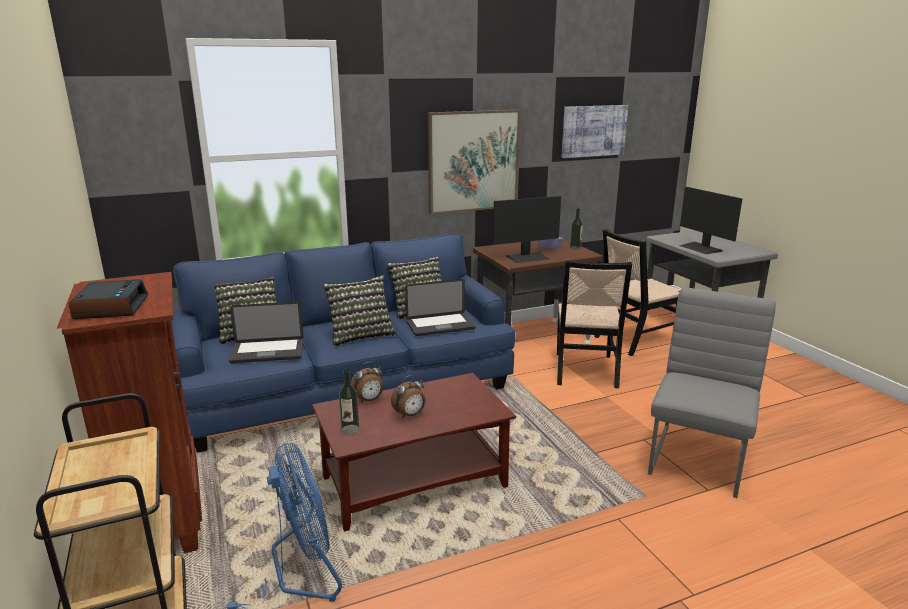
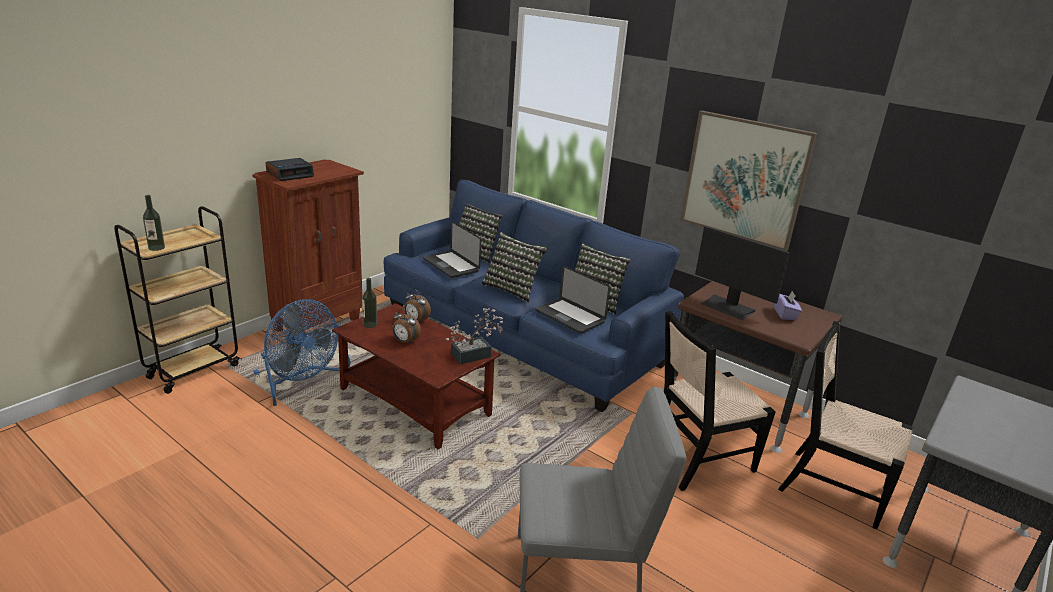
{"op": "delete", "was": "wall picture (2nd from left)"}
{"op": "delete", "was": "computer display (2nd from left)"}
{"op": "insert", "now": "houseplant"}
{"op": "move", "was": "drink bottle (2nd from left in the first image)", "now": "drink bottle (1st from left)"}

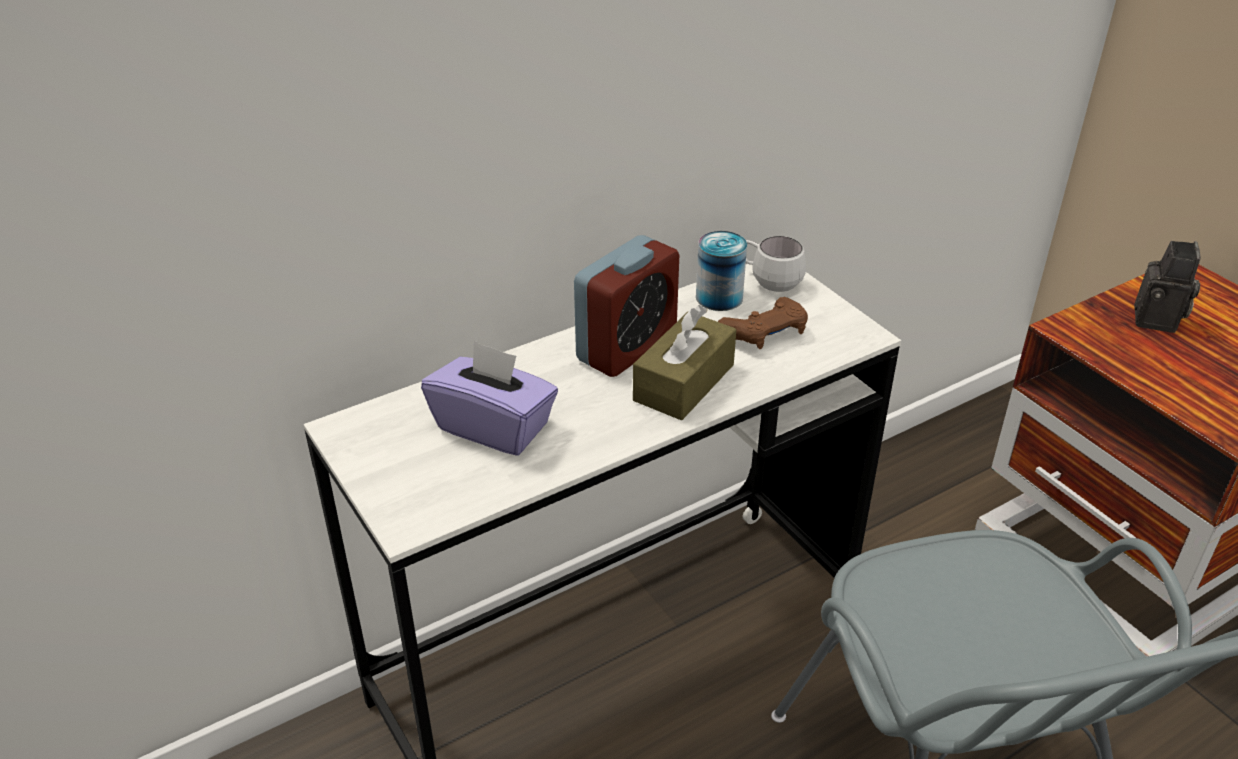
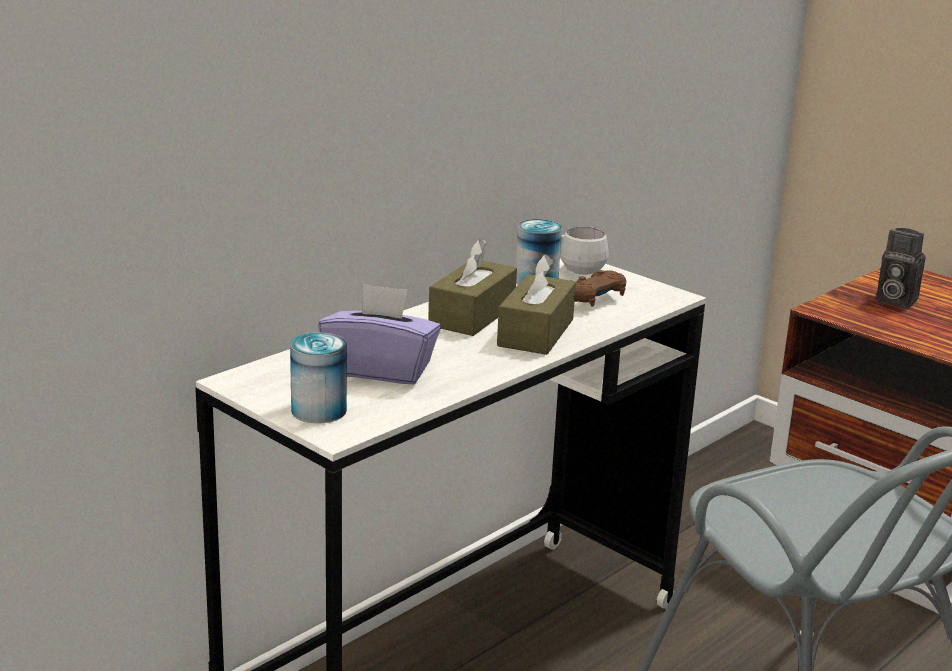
{"op": "insert", "now": "metal can (1st from left)"}
{"op": "replace", "was": "bedside clock", "now": "box of tissues in brownish (1st from left)"}
{"op": "rotate", "was": "photo camera", "clockwise": 120}

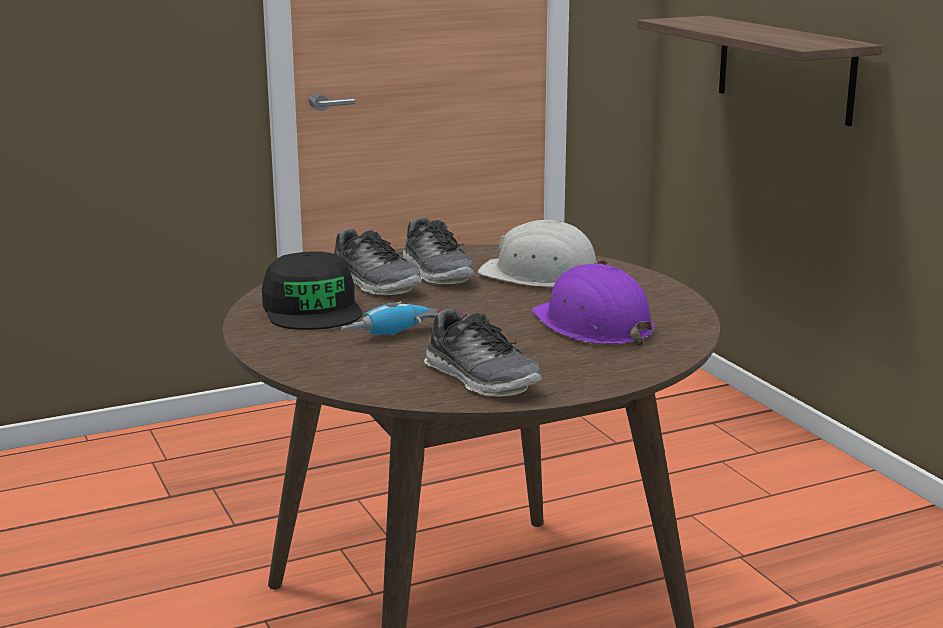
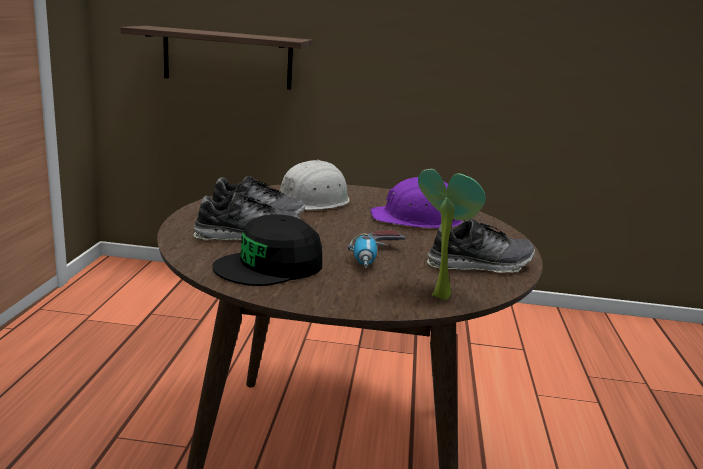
{"op": "insert", "now": "houseplant"}
{"op": "rotate", "was": "cap in black", "clockwise": 135}

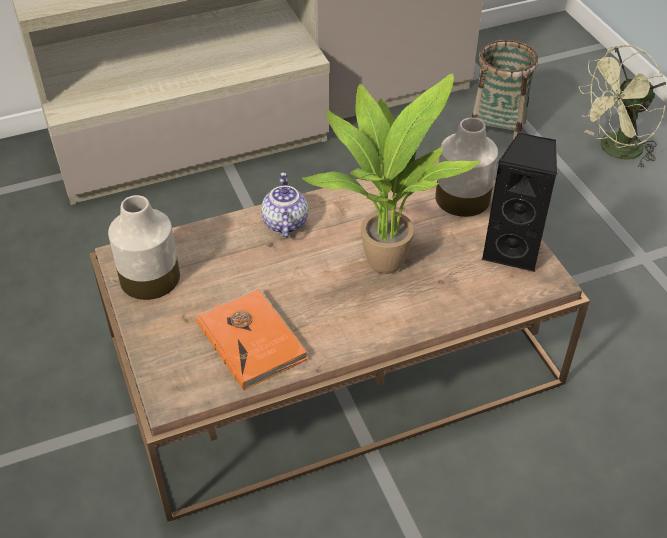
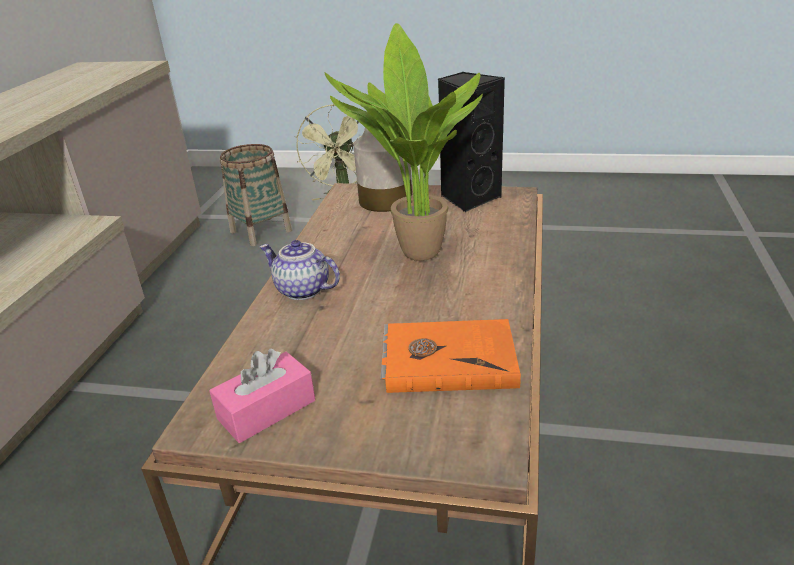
{"op": "replace", "was": "decorative vase in beige-coloured (1st from left)", "now": "box of tissues in pink-coloured"}

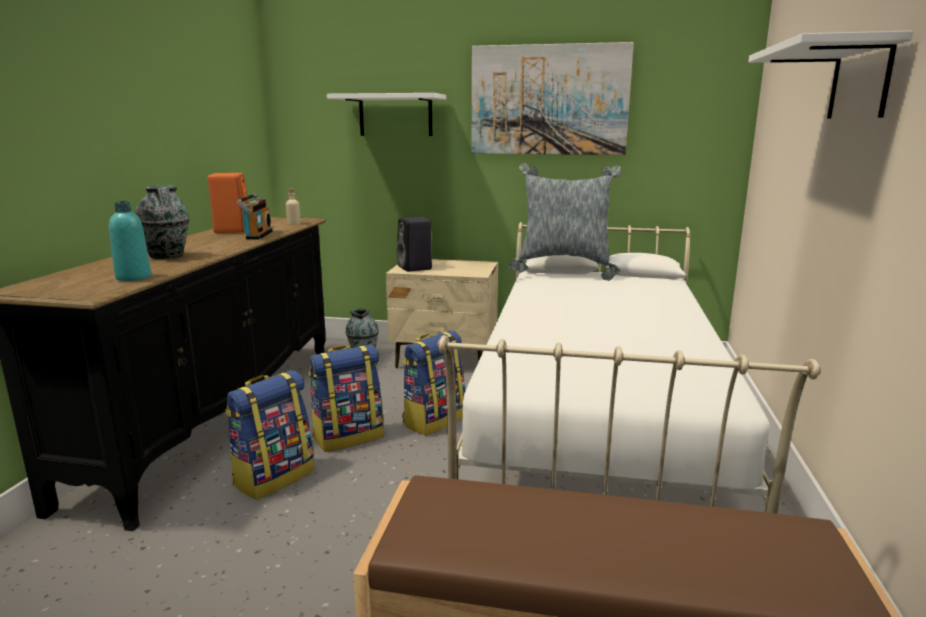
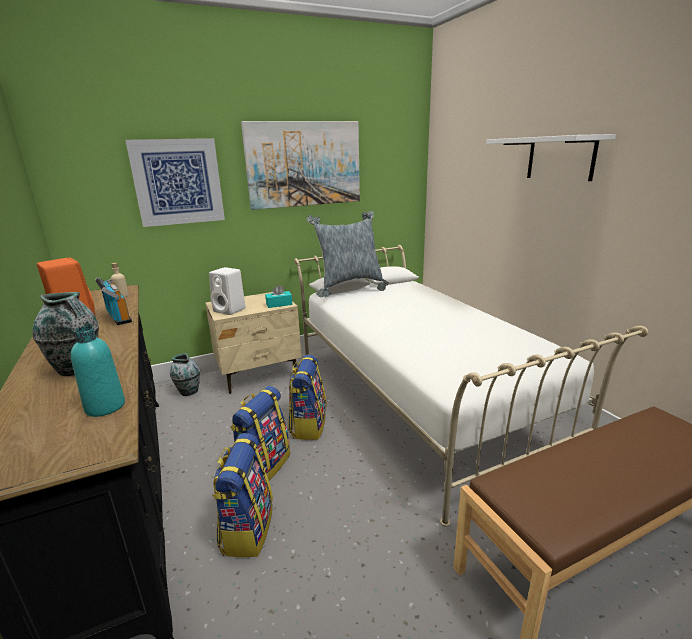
{"op": "insert", "now": "box of tissues in turquoise-coloured"}
{"op": "replace", "was": "shelf in white (1st from left)", "now": "wall picture (1st from left)"}
{"op": "recolor", "was": "loudspeaker in black", "now": "loudspeaker in white"}

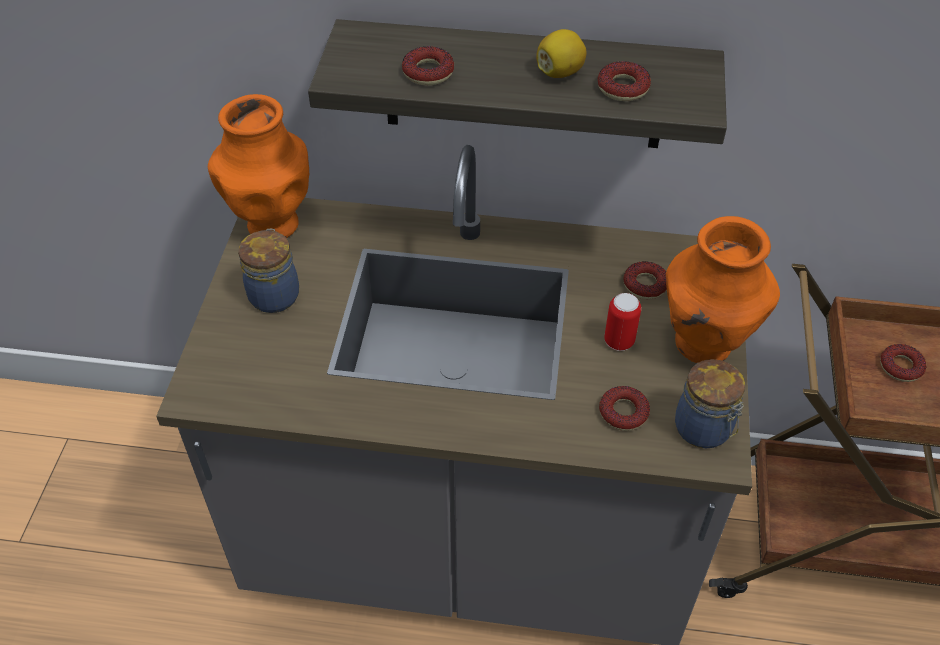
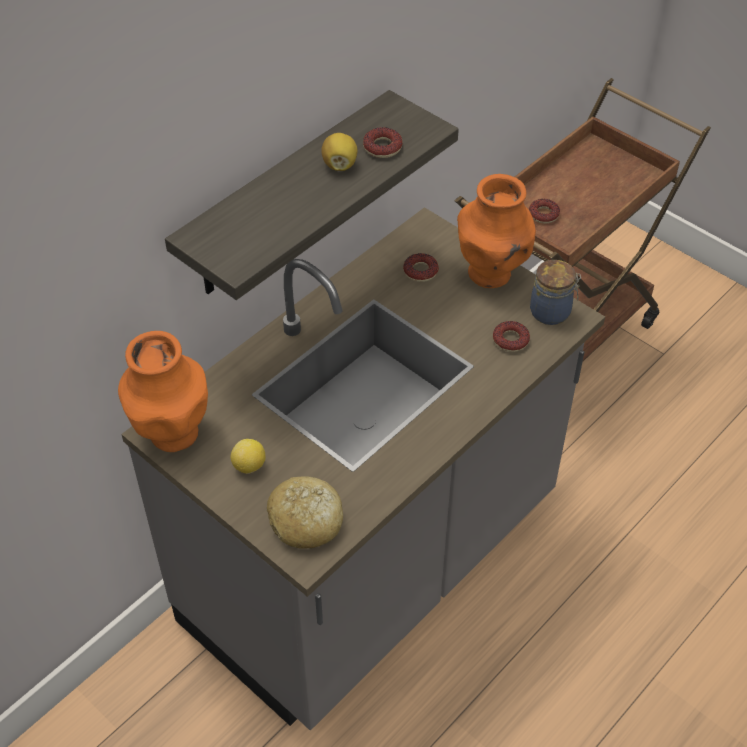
{"op": "delete", "was": "donut (1st from left)"}
{"op": "delete", "was": "metal can"}
{"op": "insert", "now": "baked bread"}
{"op": "replace", "was": "storage jar (1st from left)", "now": "citrus fruit (1st from left)"}

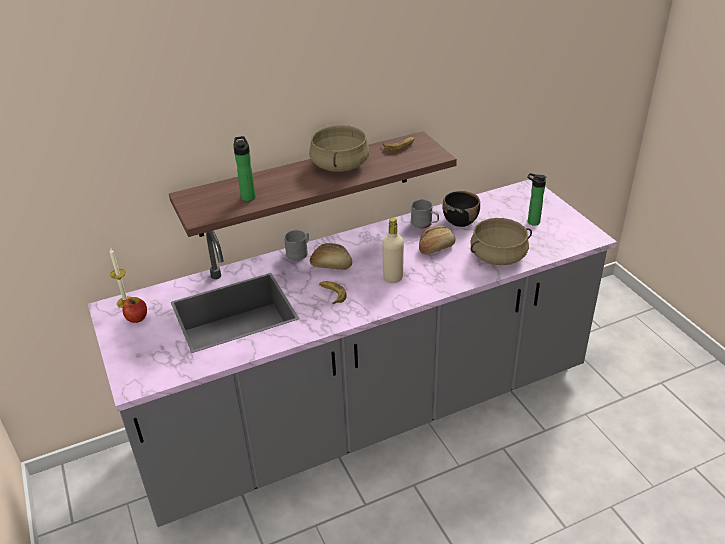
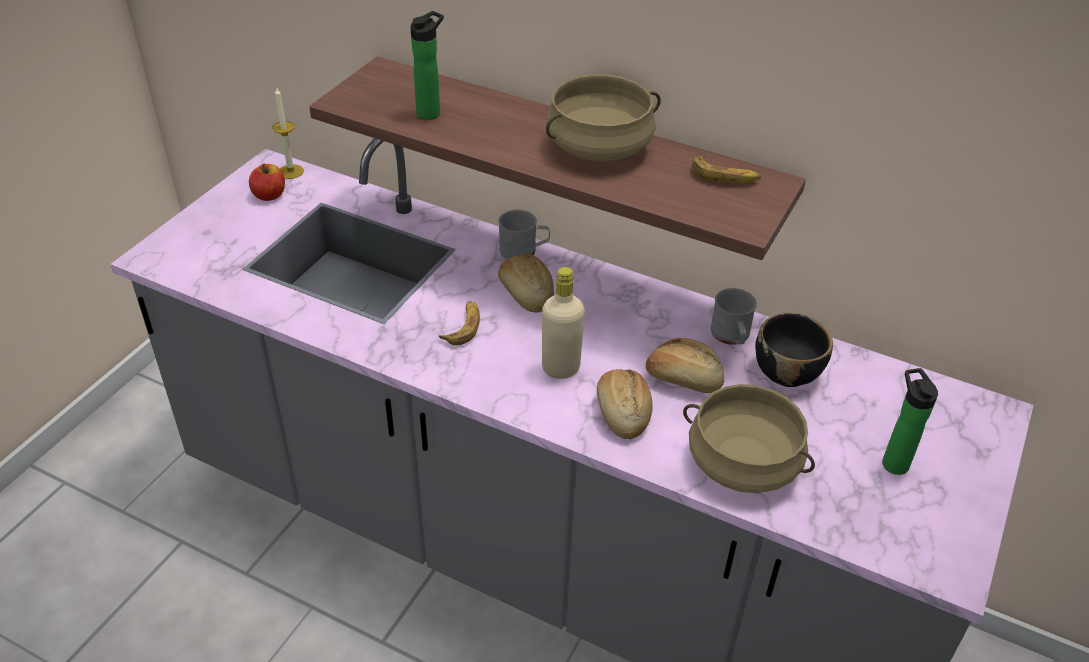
{"op": "insert", "now": "baked bread (2nd from left)"}

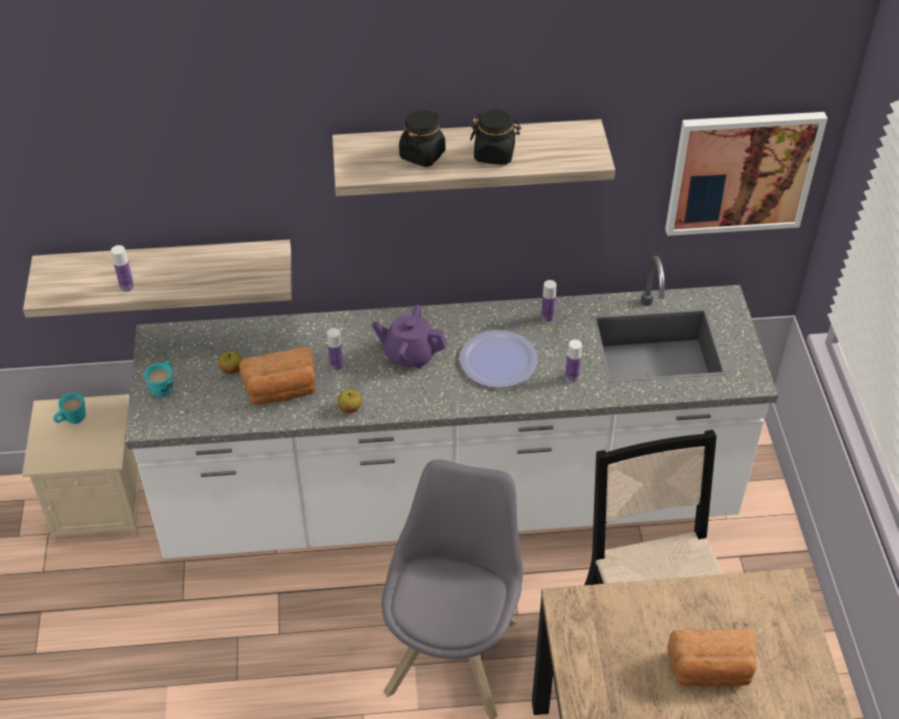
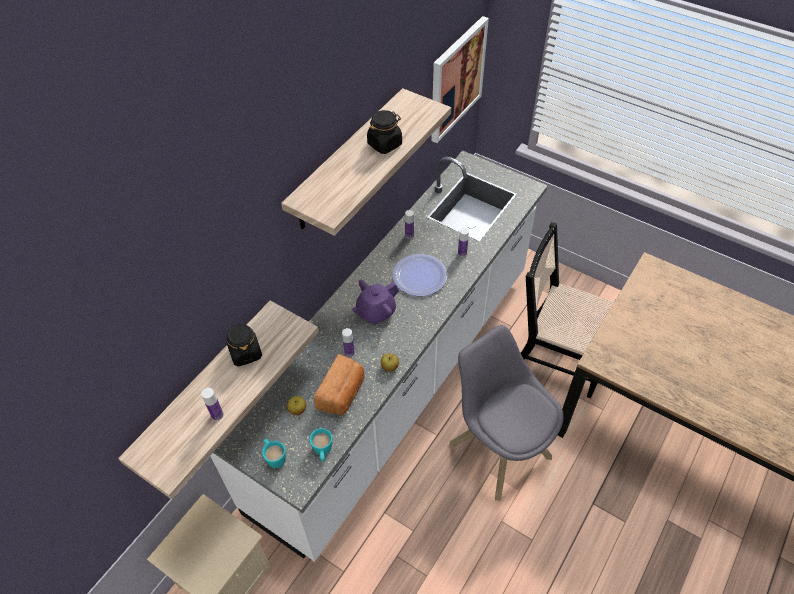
{"op": "delete", "was": "baked bread (2nd from left)"}
{"op": "move", "was": "tea mug in turquoise-coloured (1st from left in the first image)", "now": "tea mug in turquoise-coloured (2nd from left)"}
{"op": "move", "was": "storage jar in black (1st from left)"}

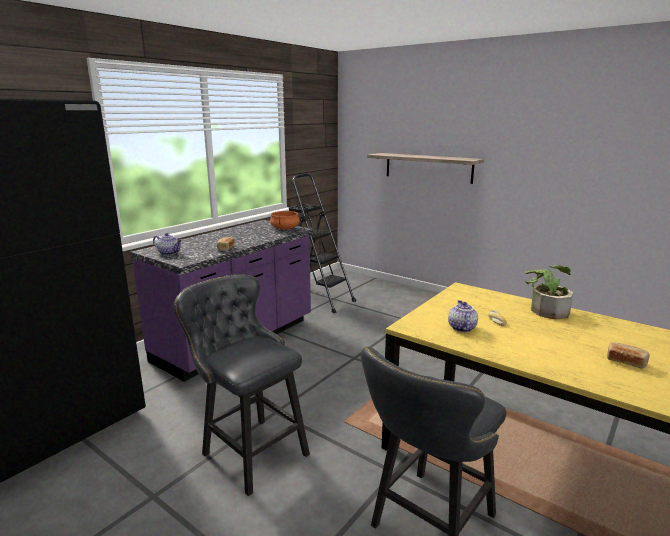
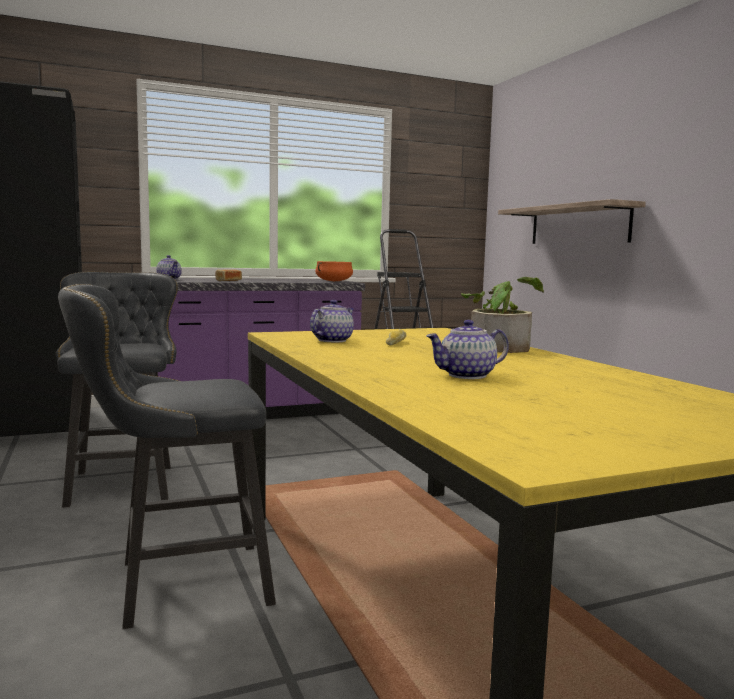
{"op": "replace", "was": "baked bread (3rd from left)", "now": "teapot (3rd from left)"}

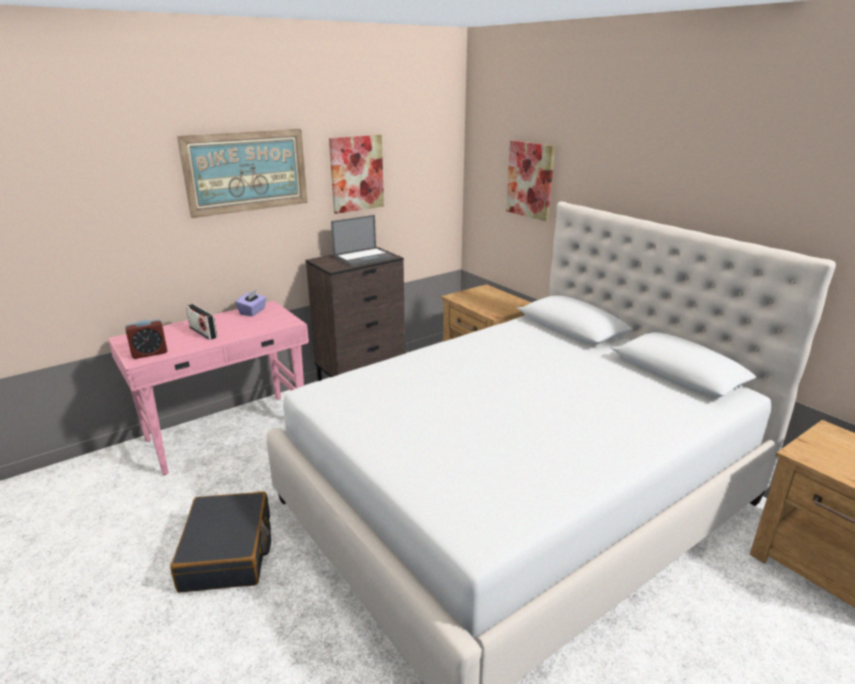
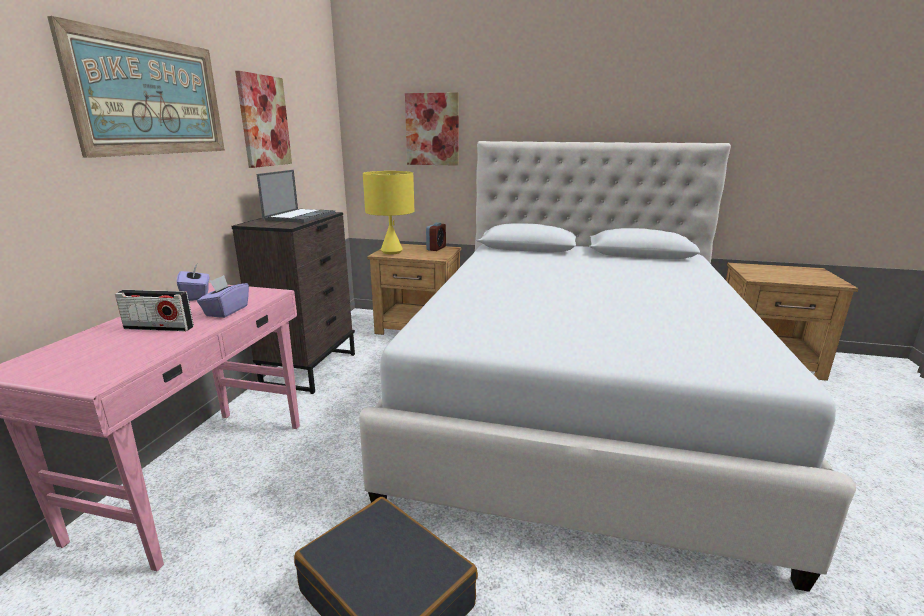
{"op": "insert", "now": "box of tissues in purple-coloured (2nd from left)"}
{"op": "insert", "now": "table lamp in yellowish"}
{"op": "move", "was": "bedside clock"}

